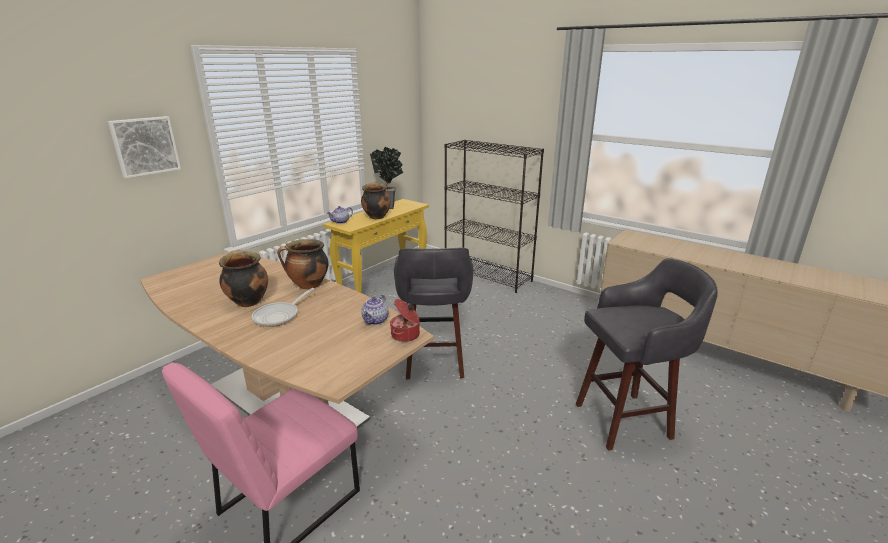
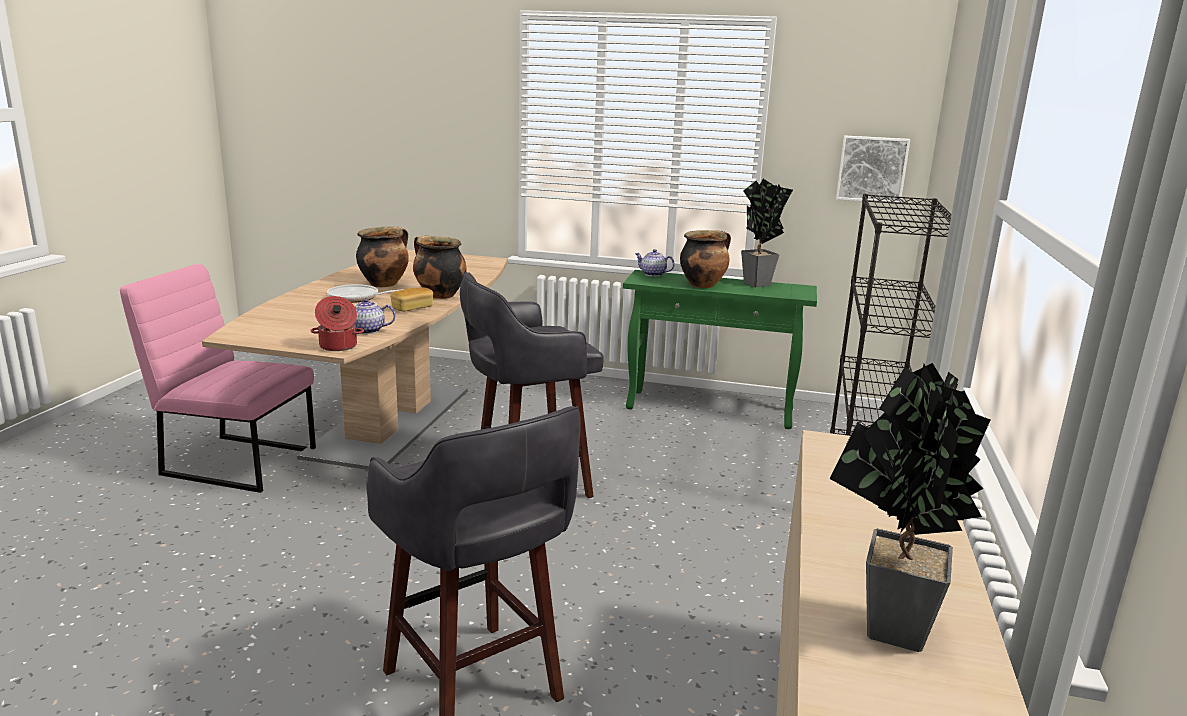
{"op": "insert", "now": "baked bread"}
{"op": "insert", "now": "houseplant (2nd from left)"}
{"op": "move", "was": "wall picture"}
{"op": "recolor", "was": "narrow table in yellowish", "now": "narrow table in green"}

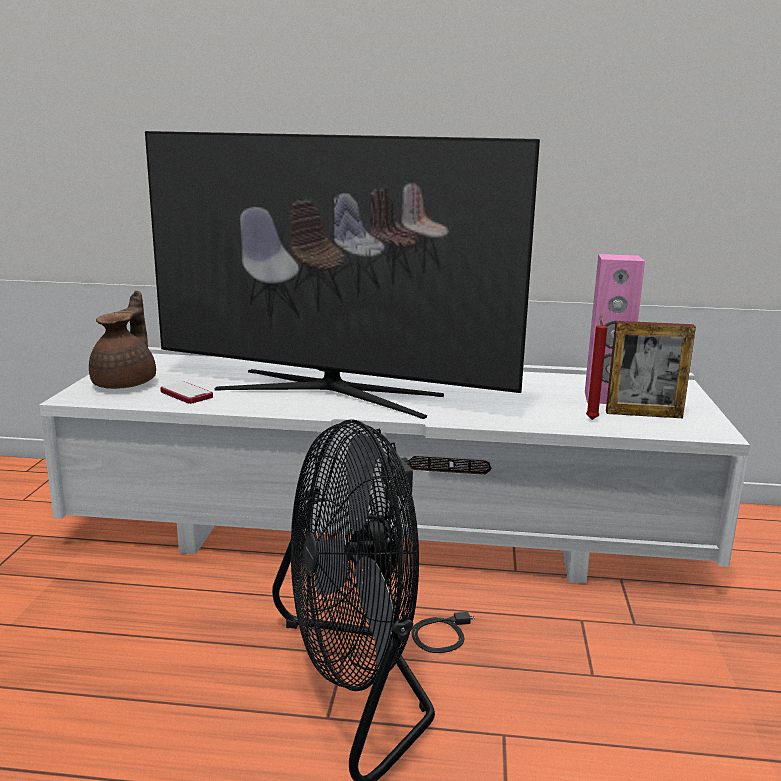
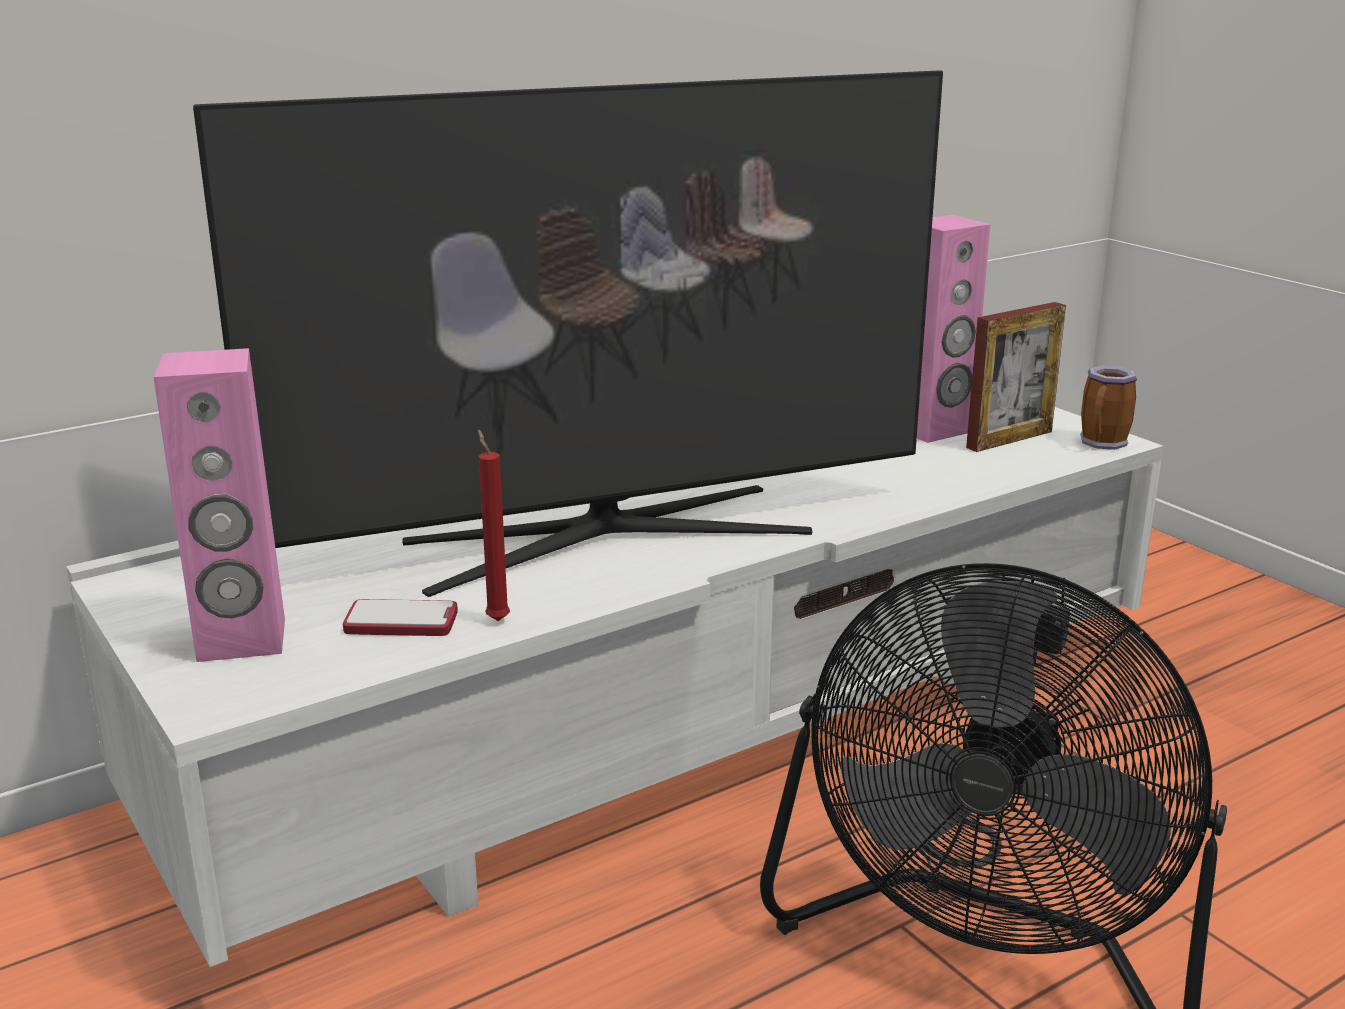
{"op": "insert", "now": "tea mug"}
{"op": "move", "was": "candle in red"}
{"op": "replace", "was": "teapot in brownish", "now": "loudspeaker in pink-coloured (1st from left)"}

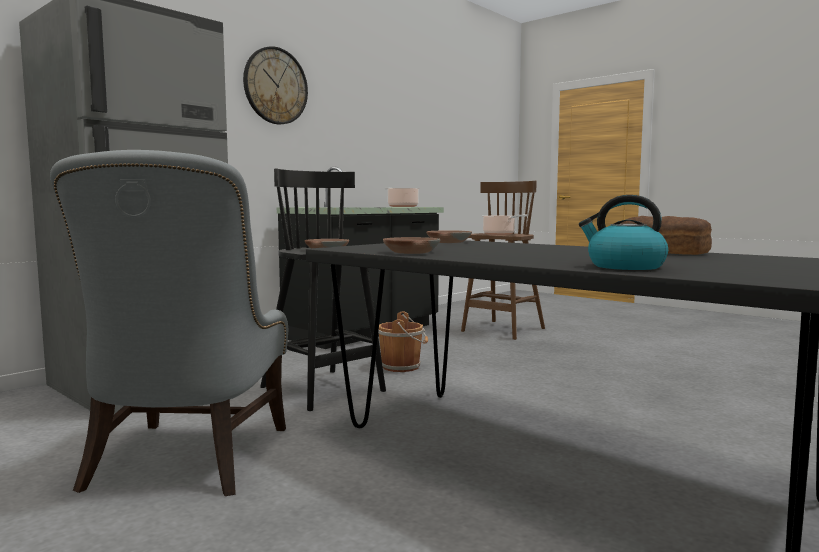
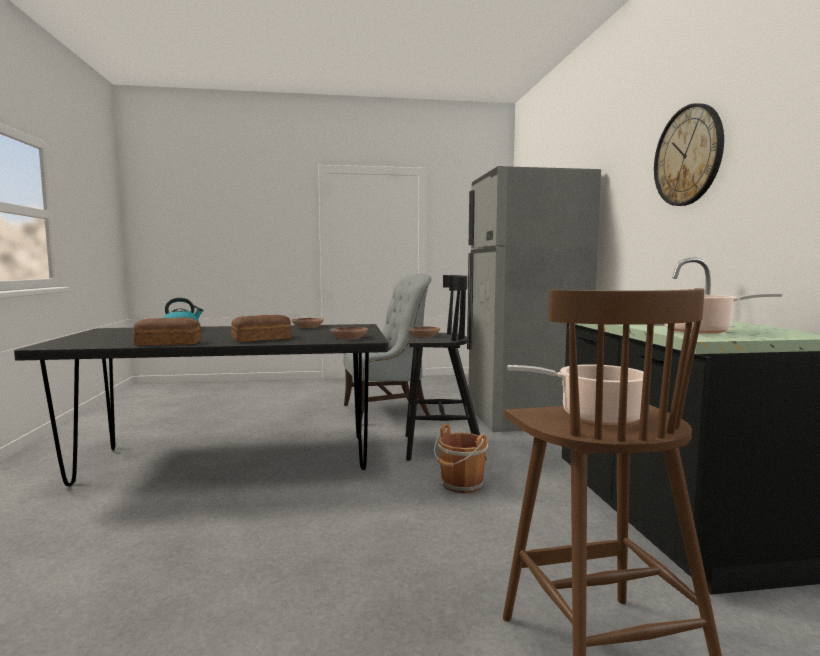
{"op": "insert", "now": "baked bread (2nd from left)"}
{"op": "rotate", "was": "plain chair in greyish", "clockwise": 120}

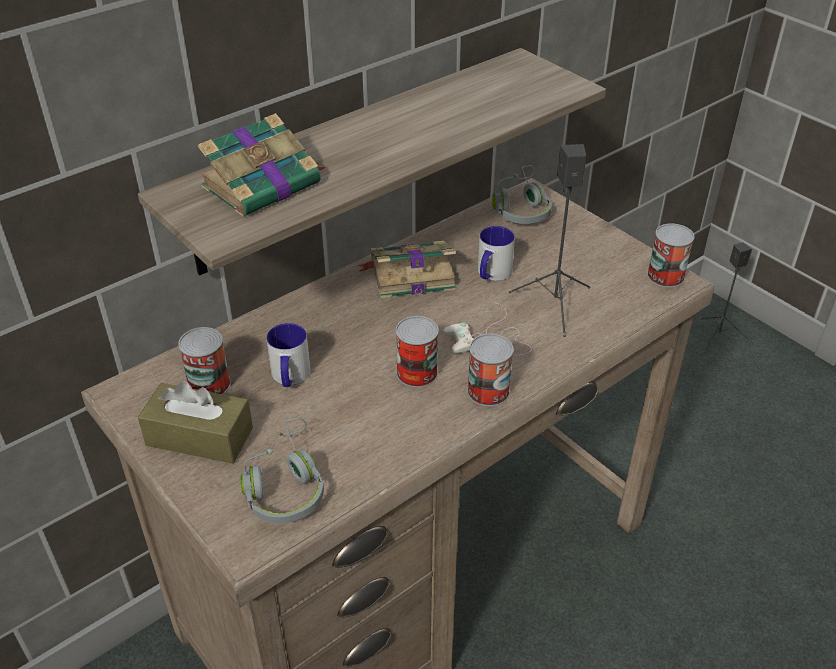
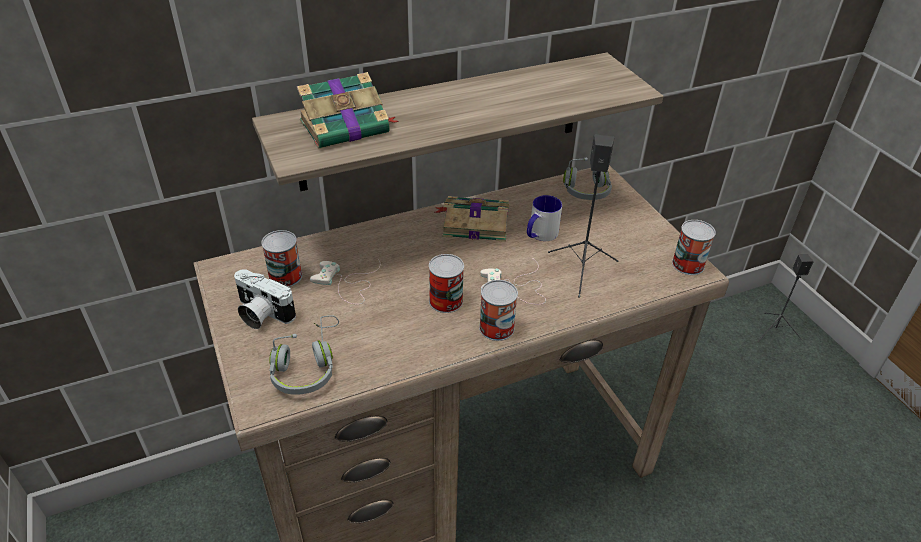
{"op": "replace", "was": "box of tissues in brownish", "now": "photo camera"}
{"op": "replace", "was": "tea mug (1st from left)", "now": "gamepad in white (1st from left)"}

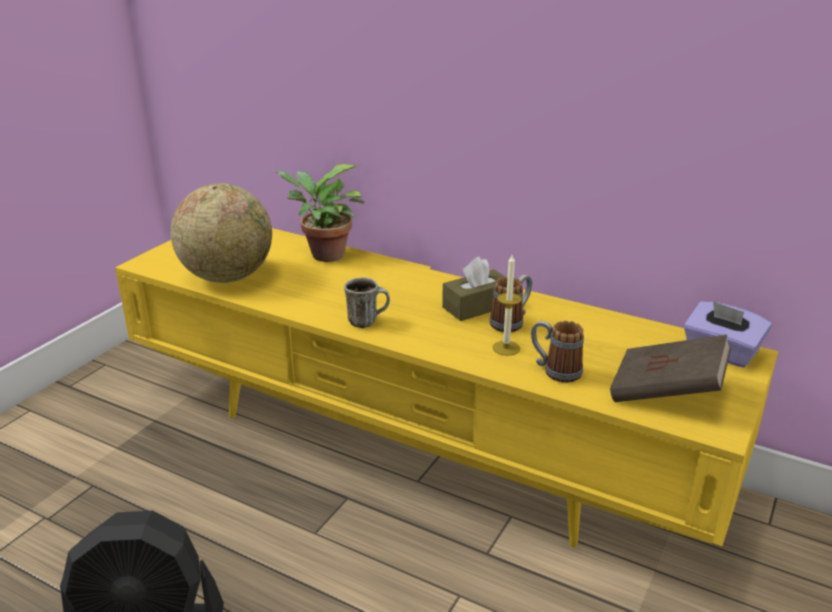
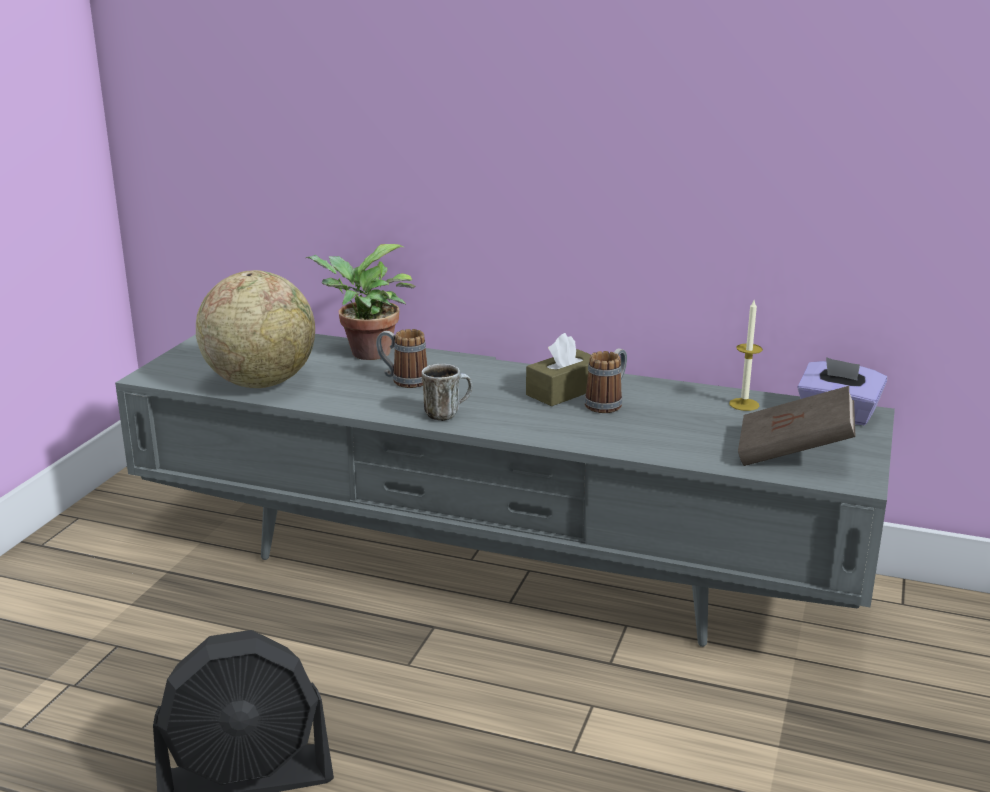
{"op": "move", "was": "candle"}
{"op": "move", "was": "tea mug (3rd from left in the first image)", "now": "tea mug (1st from left)"}
{"op": "recolor", "was": "tv stand in yellowish", "now": "tv stand in greyish"}

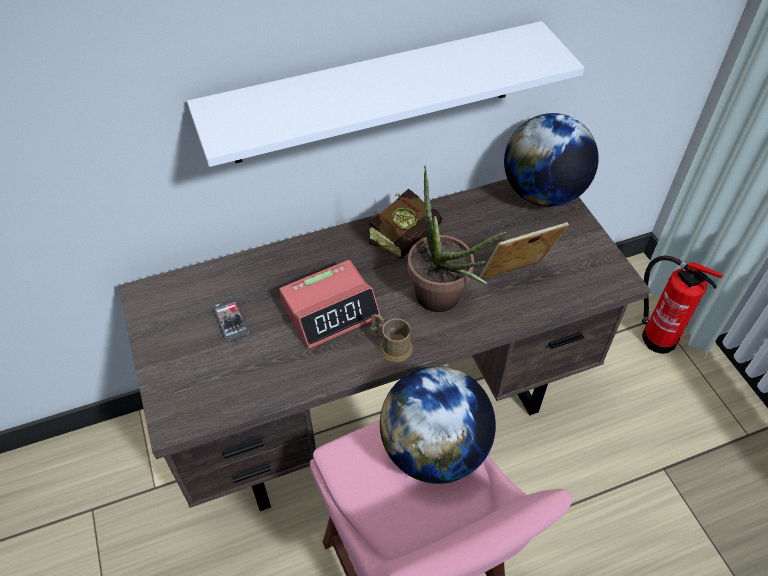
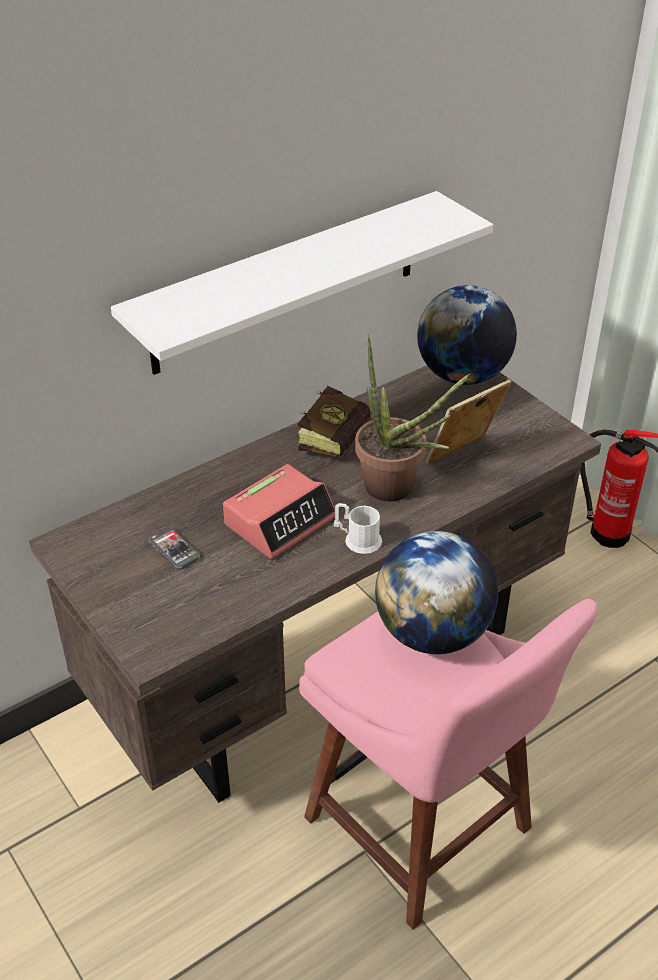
{"op": "recolor", "was": "tea mug in brownish", "now": "tea mug in white"}

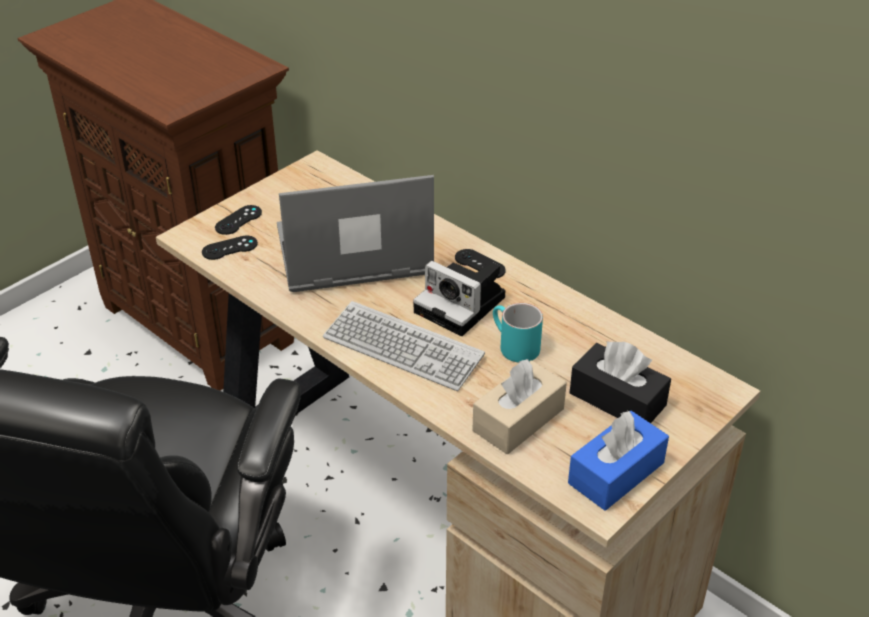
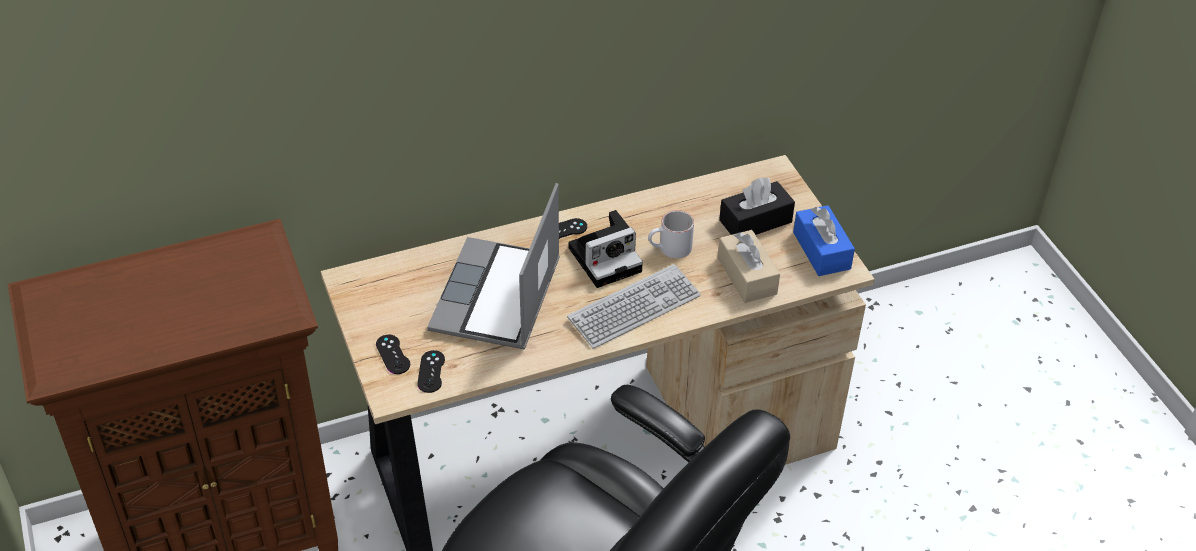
{"op": "recolor", "was": "tea mug in turquoise-coloured", "now": "tea mug in white"}

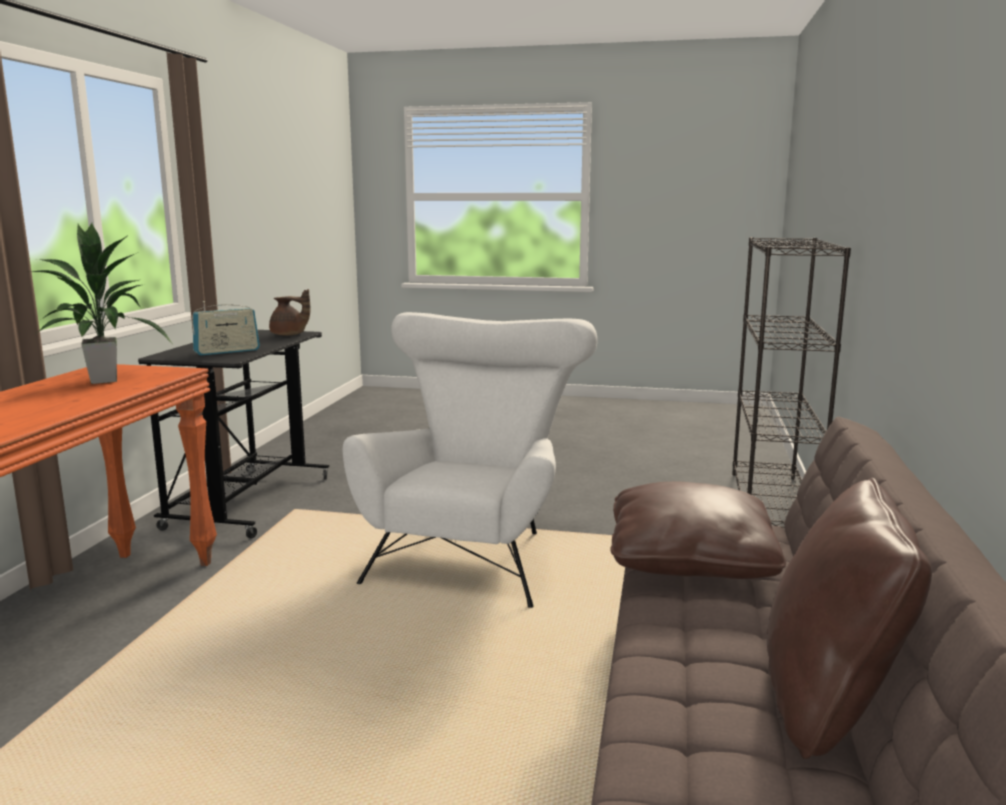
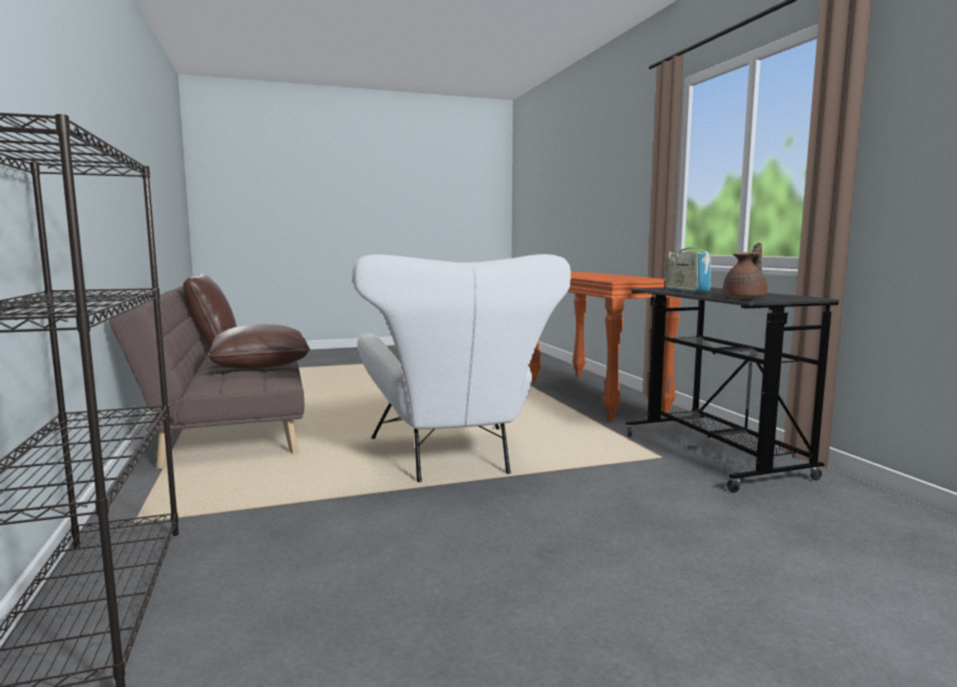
{"op": "delete", "was": "houseplant"}
{"op": "rotate", "was": "radio receiver", "clockwise": -45}
{"op": "rotate", "was": "teapot in brownish", "clockwise": 150}

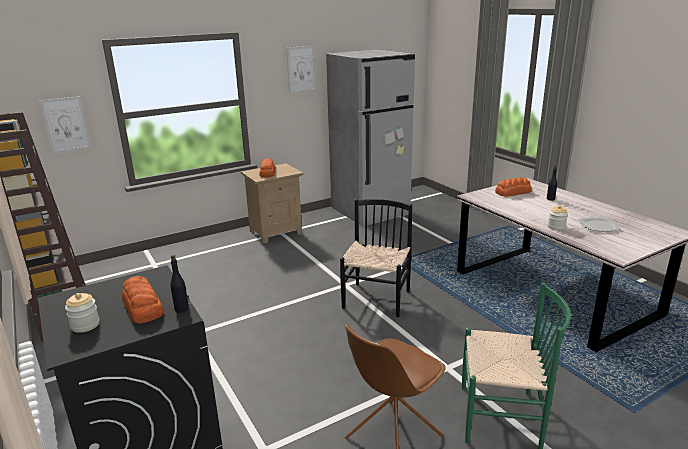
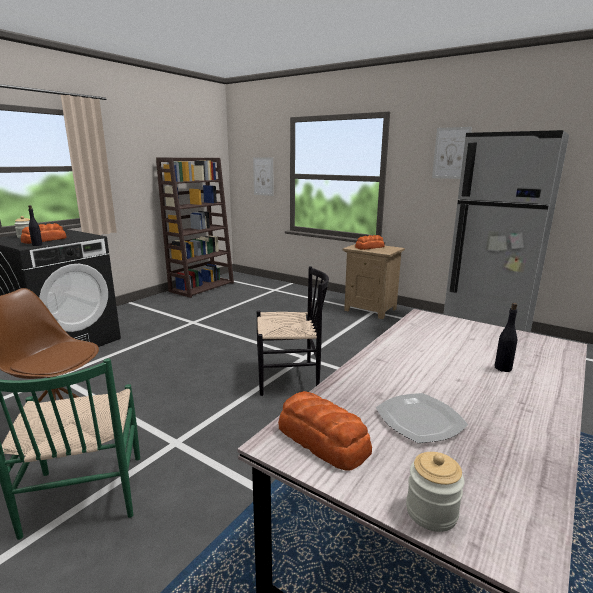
{"op": "move", "was": "baked bread (3rd from left in the first image)", "now": "baked bread (2nd from left)"}
{"op": "move", "was": "storage jar (2nd from left)"}

